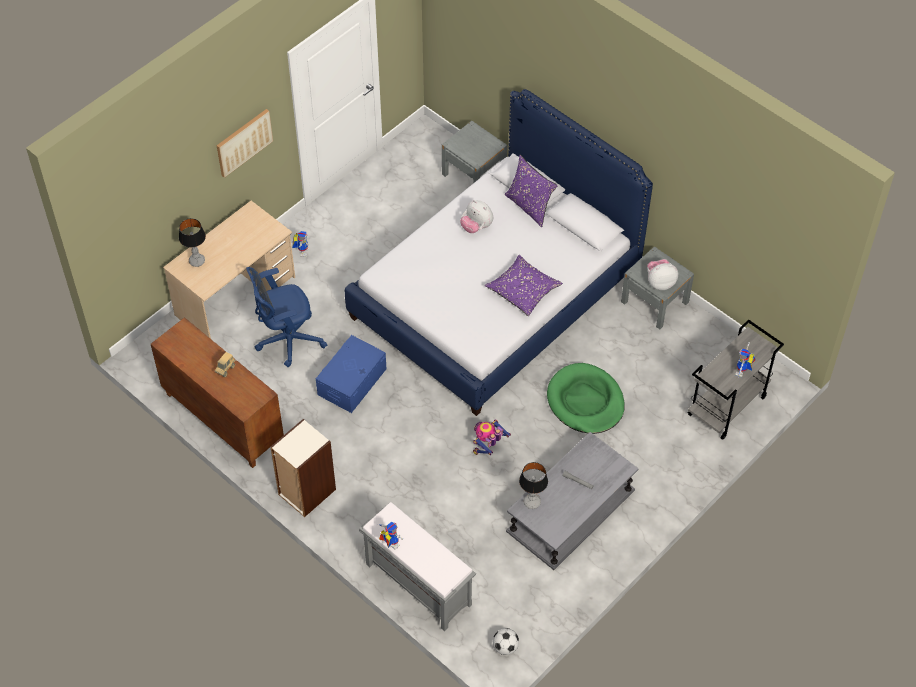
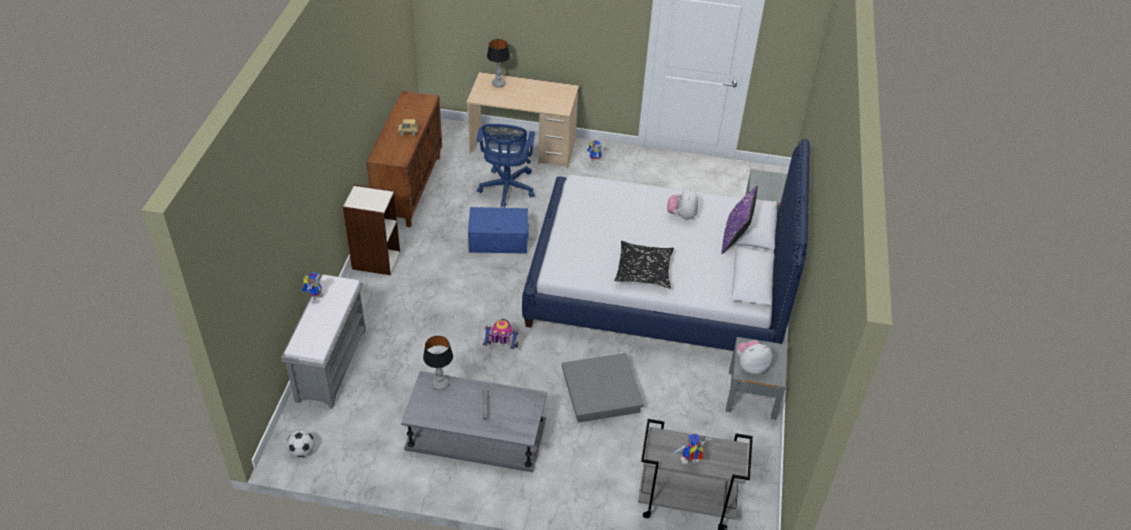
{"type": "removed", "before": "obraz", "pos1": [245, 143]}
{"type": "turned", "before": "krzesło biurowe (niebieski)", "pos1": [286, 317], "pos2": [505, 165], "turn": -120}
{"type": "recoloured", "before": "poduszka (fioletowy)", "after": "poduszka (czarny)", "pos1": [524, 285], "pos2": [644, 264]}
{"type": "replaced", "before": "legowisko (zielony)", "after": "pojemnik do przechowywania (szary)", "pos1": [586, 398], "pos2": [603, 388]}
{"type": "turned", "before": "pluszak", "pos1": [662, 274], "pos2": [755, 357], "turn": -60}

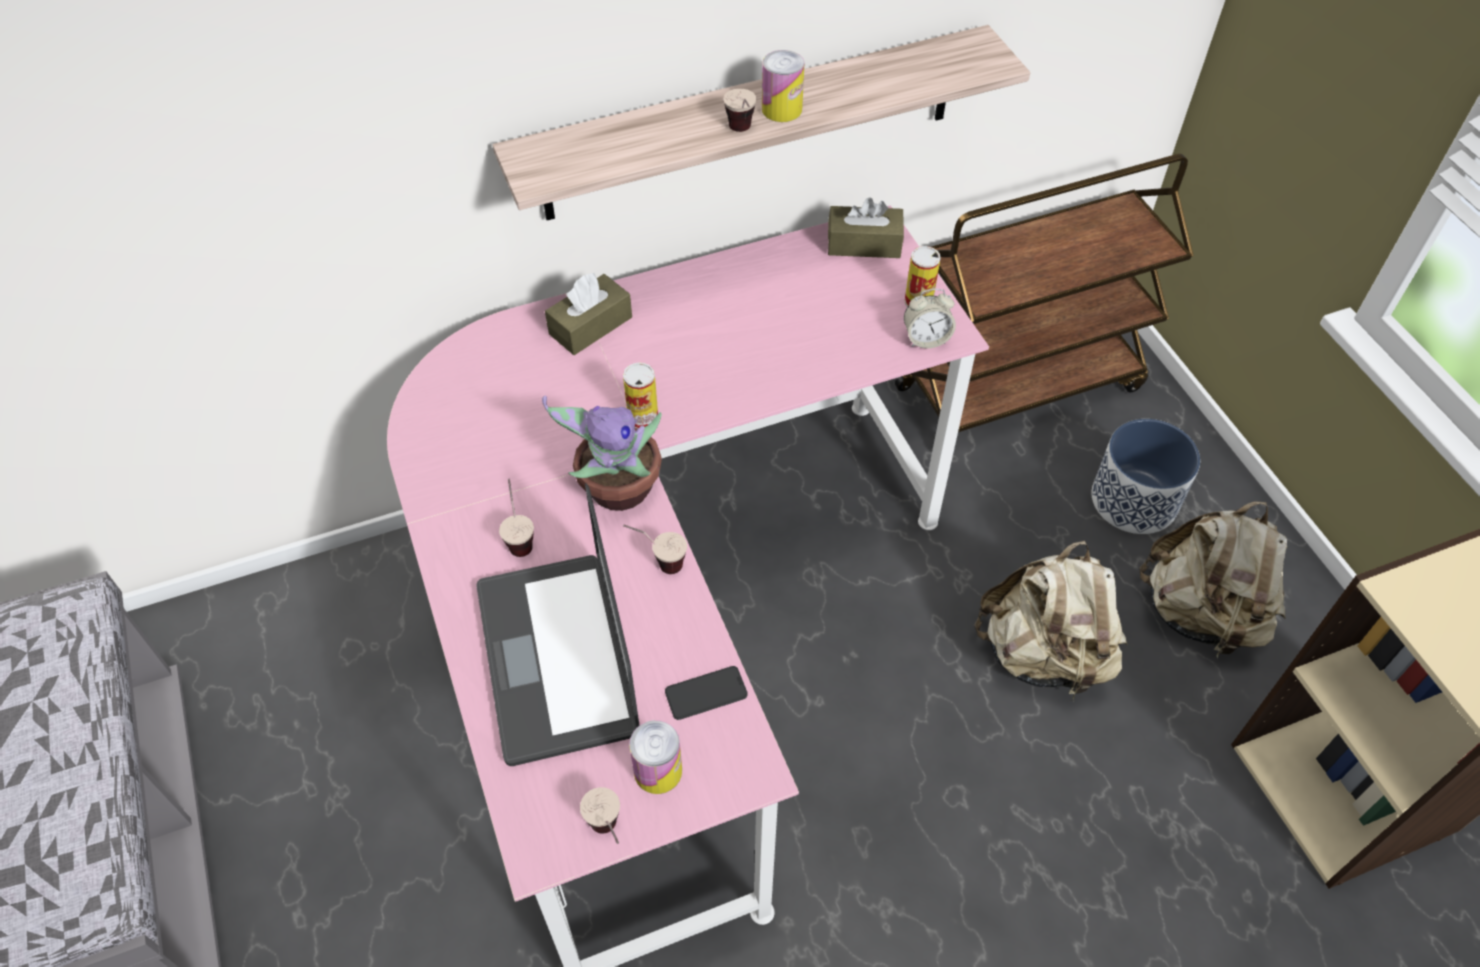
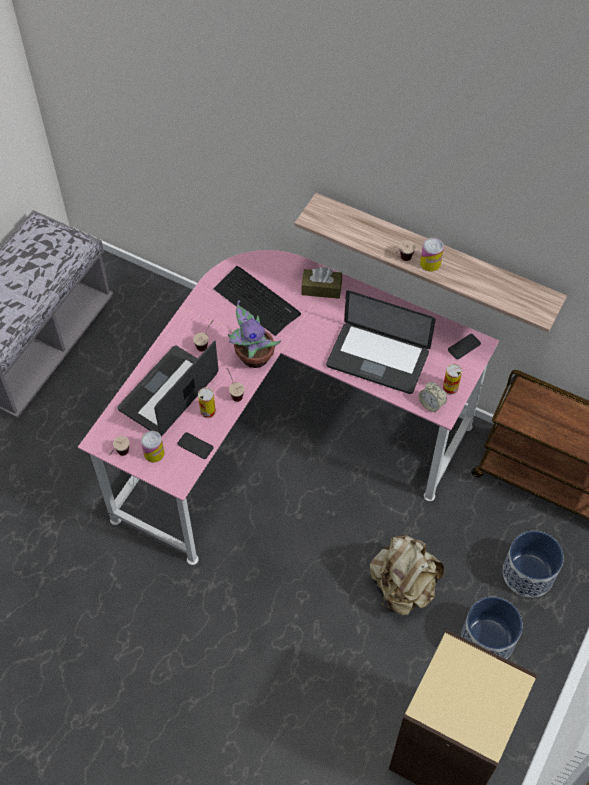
{"type": "moved", "before": "puszka", "pos1": [640, 395], "pos2": [207, 402]}
{"type": "replaced", "before": "pudełko chusteczek (brązowy)", "after": "telefon", "pos1": [866, 227], "pos2": [464, 346]}
{"type": "replaced", "before": "plecak (beżowy)", "after": "donica", "pos1": [1213, 580], "pos2": [492, 628]}
{"type": "added", "after": "klawiatura", "pos2": [257, 301]}
{"type": "added", "after": "laptop", "pos2": [381, 342]}

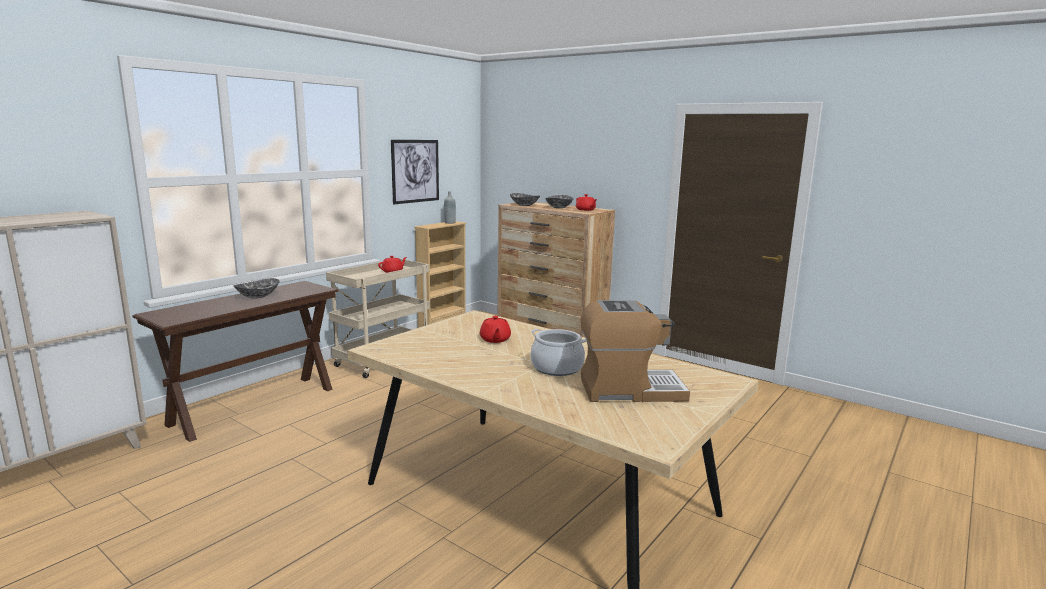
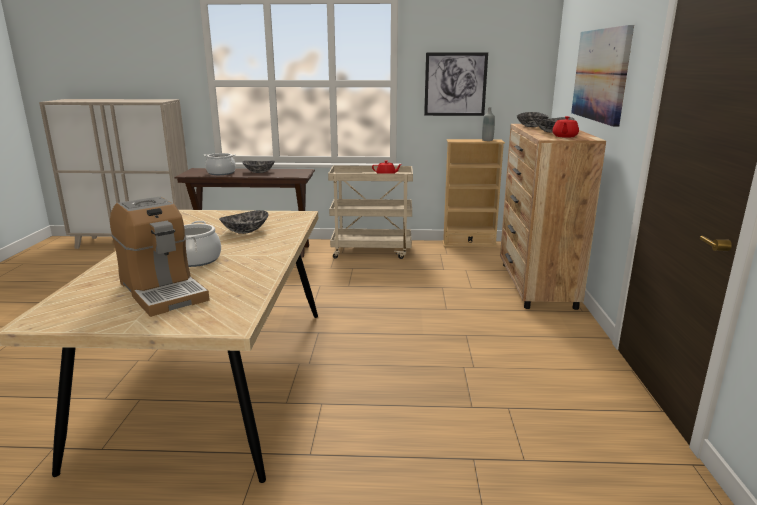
{"type": "replaced", "before": "imbryk (czerwony)", "after": "miska", "pos1": [495, 329], "pos2": [244, 222]}
{"type": "added", "after": "garnek", "pos2": [220, 164]}
{"type": "added", "after": "obraz", "pos2": [602, 76]}

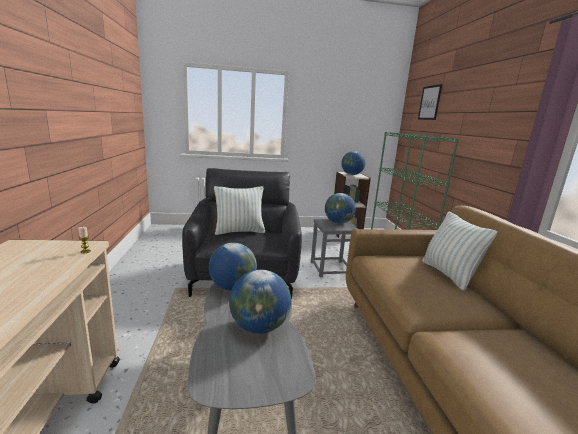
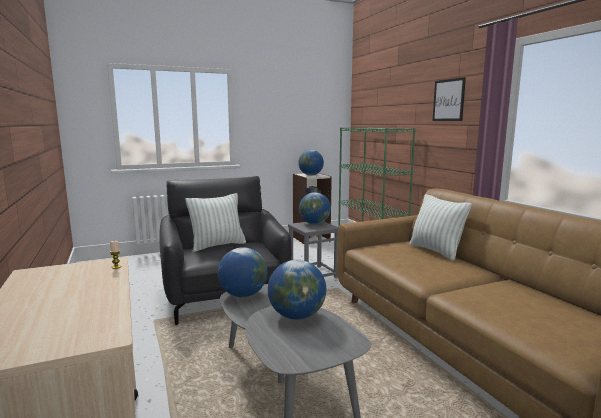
{"type": "moved", "before": "obraz", "pos1": [430, 102], "pos2": [449, 99]}

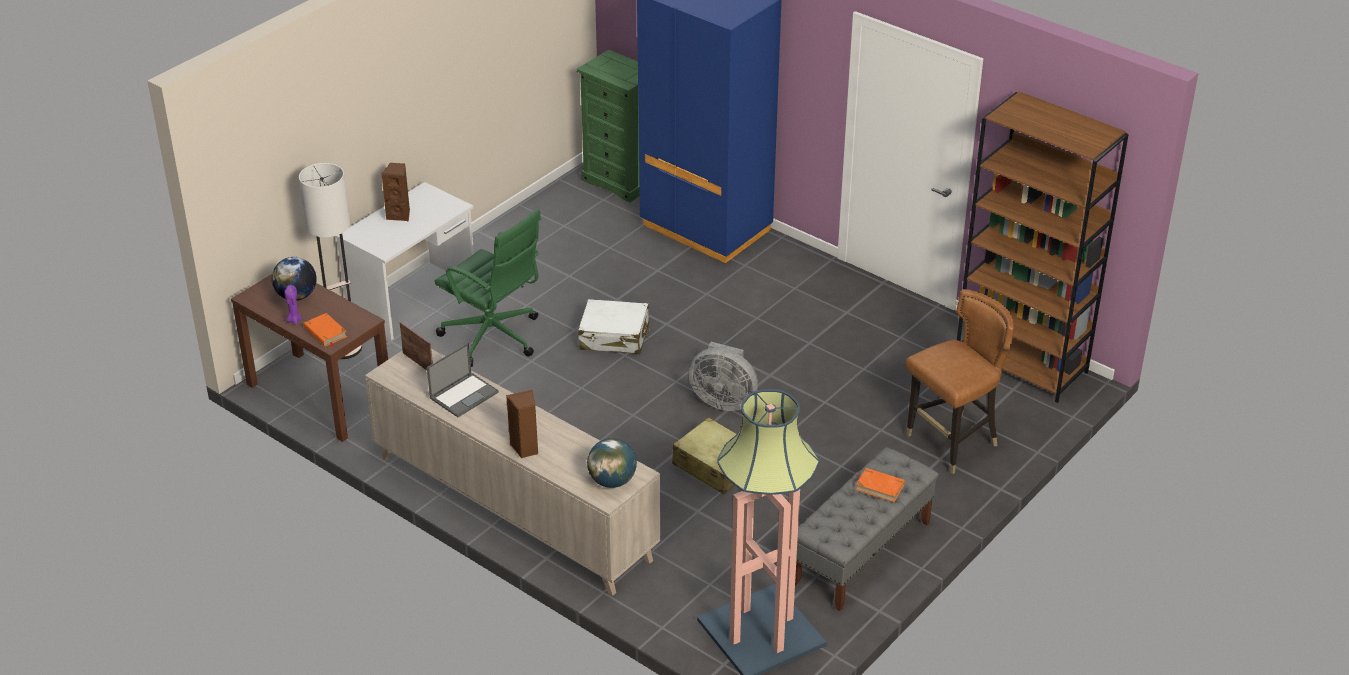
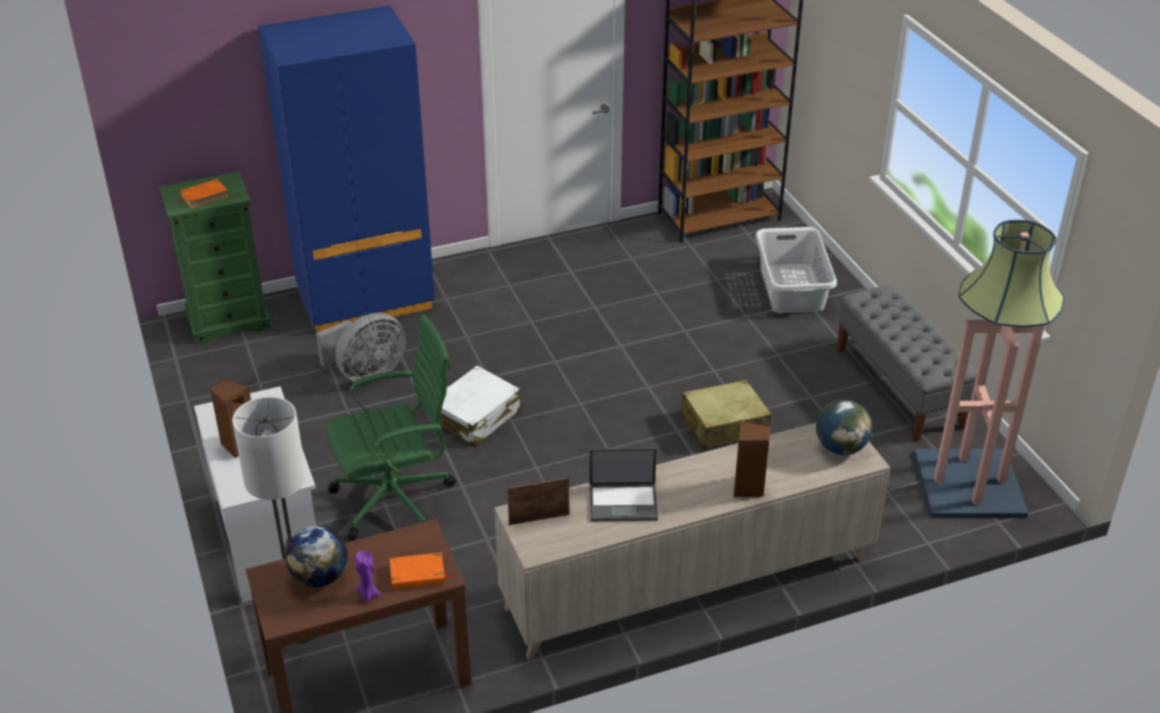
{"type": "turned", "before": "laptop", "pos1": [463, 380], "pos2": [623, 484], "turn": 105}
{"type": "moved", "before": "wentylator (szary)", "pos1": [723, 376], "pos2": [361, 348]}
{"type": "moved", "before": "książka (pomarańczowy)", "pos1": [880, 485], "pos2": [203, 193]}
{"type": "replaced", "before": "krzesło (brązowy)", "after": "kosz na pranie (szary)", "pos1": [960, 381], "pos2": [796, 270]}

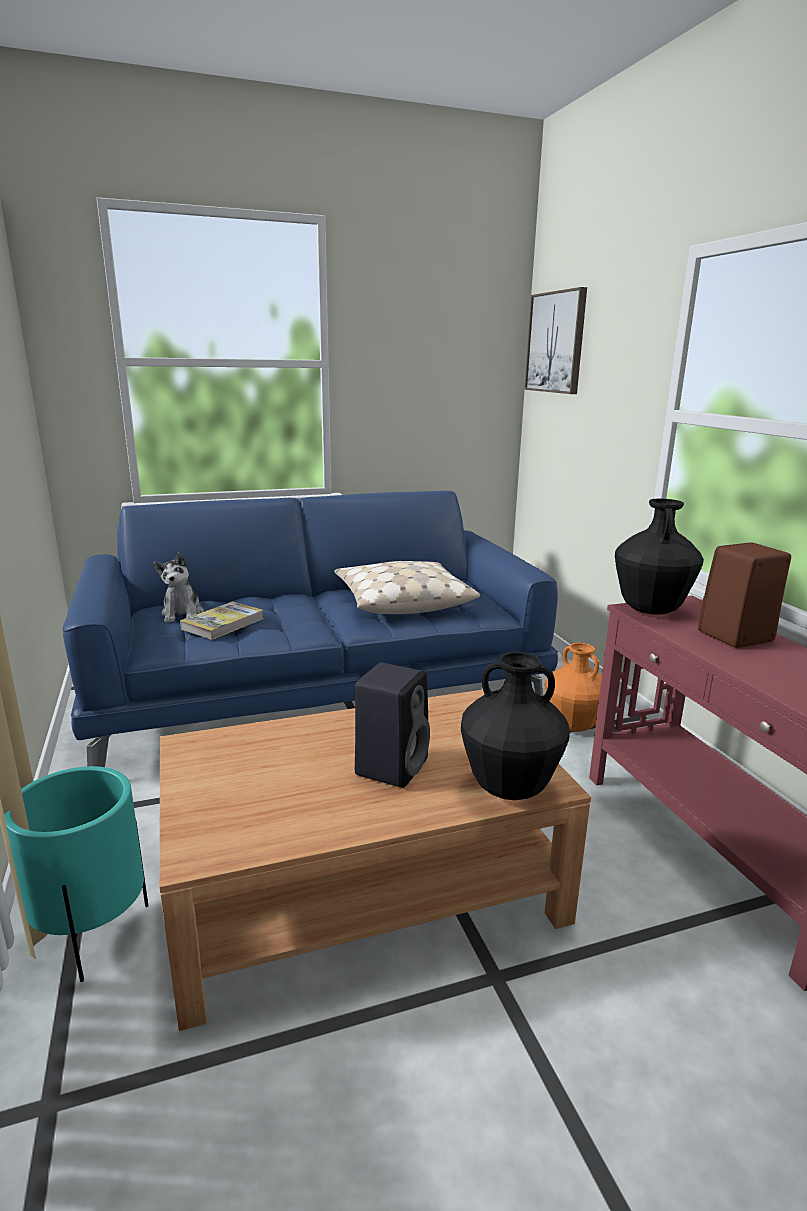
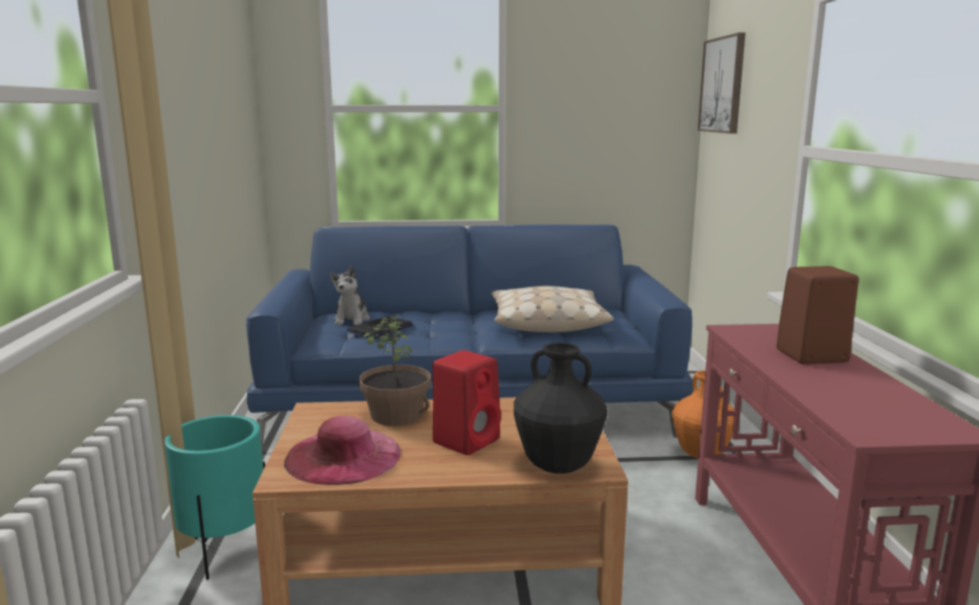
{"type": "replaced", "before": "książka", "after": "laptop", "pos1": [222, 621], "pos2": [380, 327]}
{"type": "recoloured", "before": "głośnik (czarny)", "after": "głośnik (czerwony)", "pos1": [392, 725], "pos2": [467, 402]}
{"type": "removed", "before": "wazon (czarny)", "pos1": [659, 557]}
{"type": "added", "after": "kapelusz (różowy)", "pos2": [342, 450]}
{"type": "added", "after": "roślina doniczkowa", "pos2": [395, 370]}

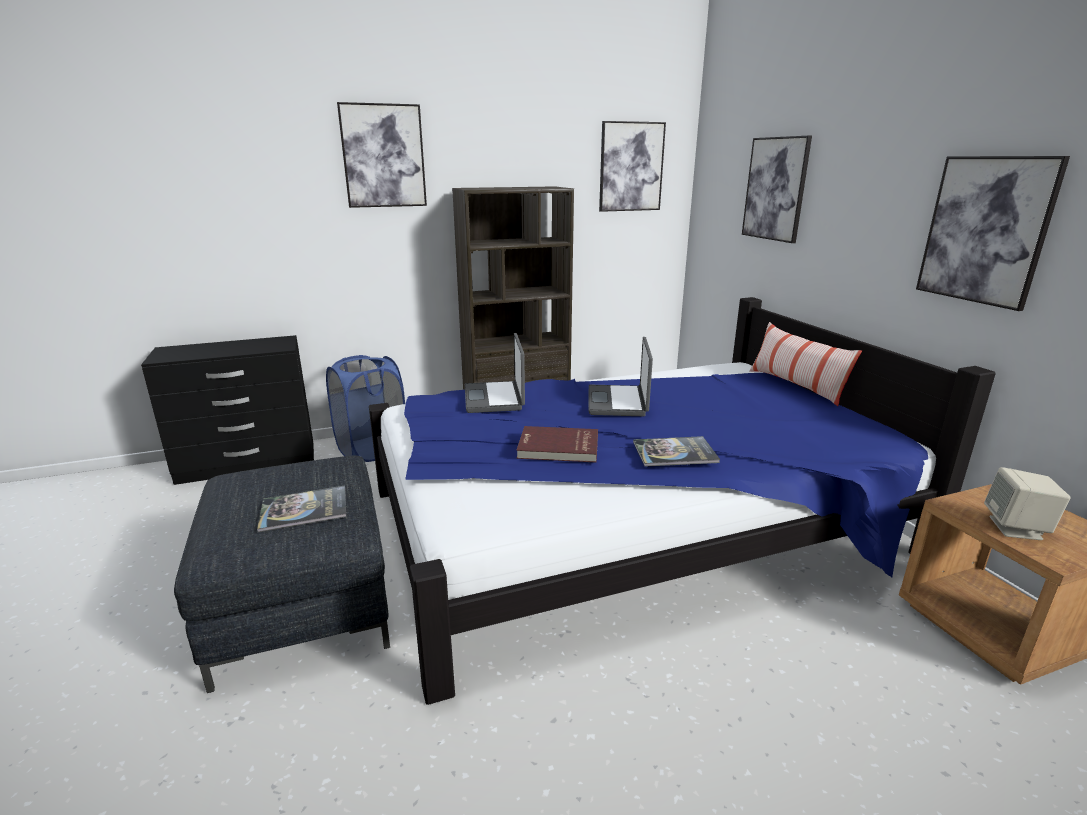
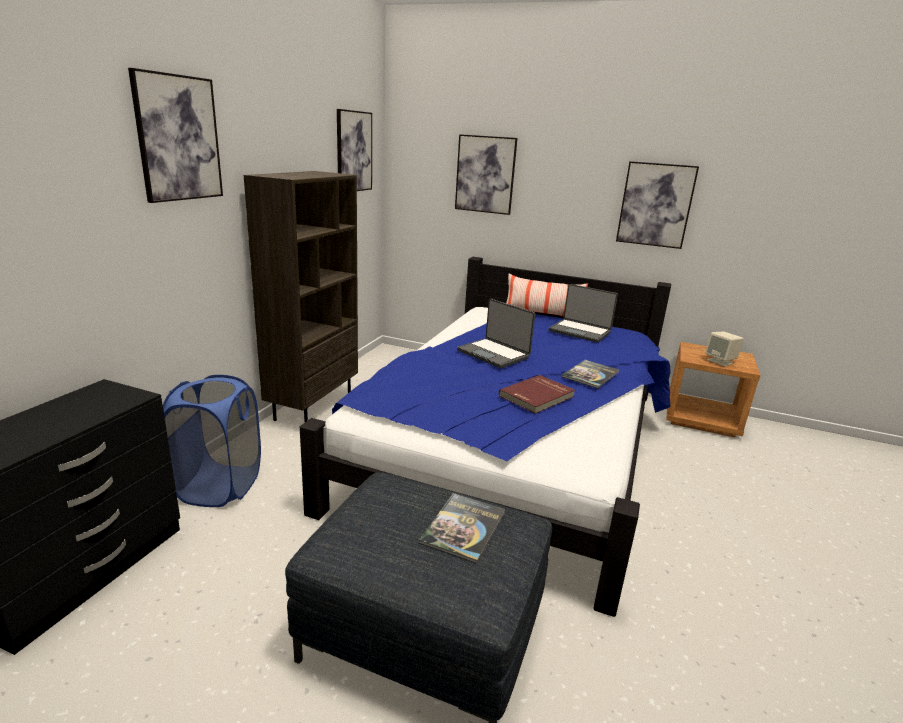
{"type": "moved", "before": "laptop", "pos1": [495, 373], "pos2": [583, 313]}

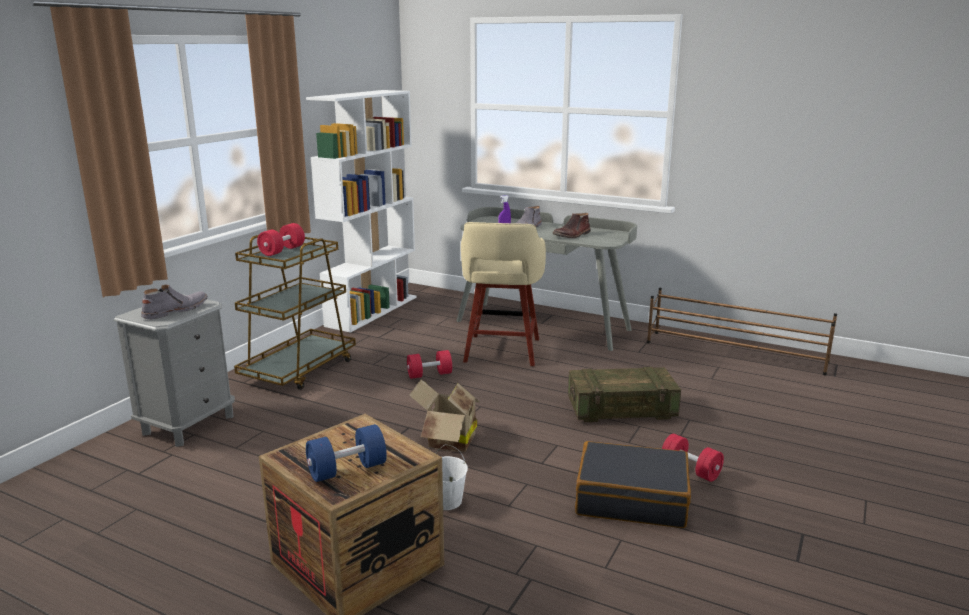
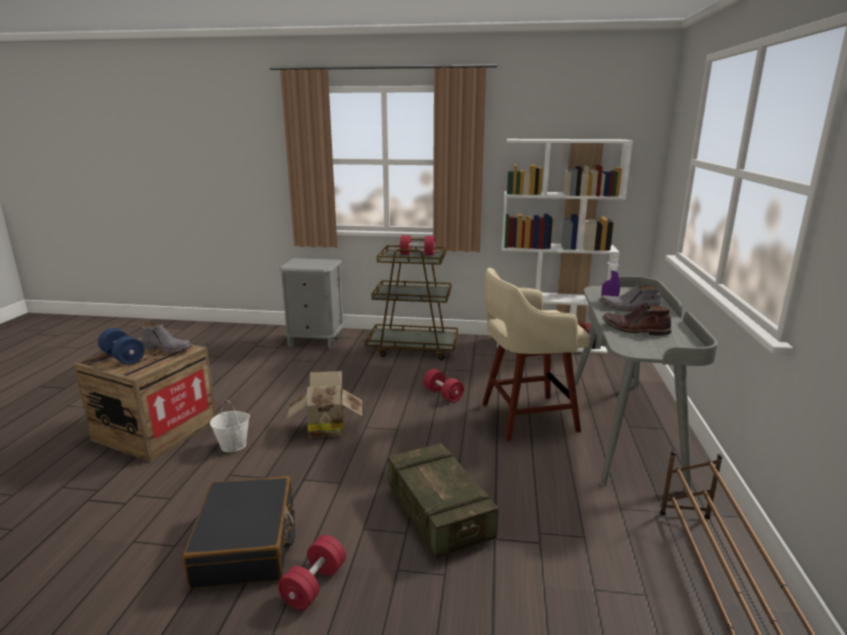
{"type": "moved", "before": "but z cholewką (szary)", "pos1": [174, 302], "pos2": [166, 338]}

